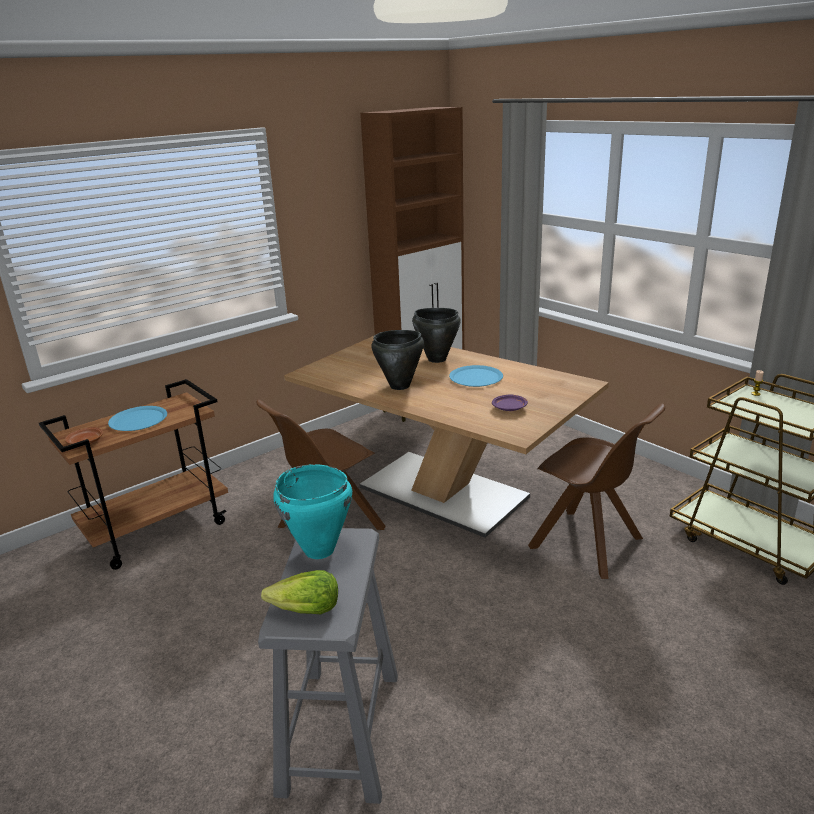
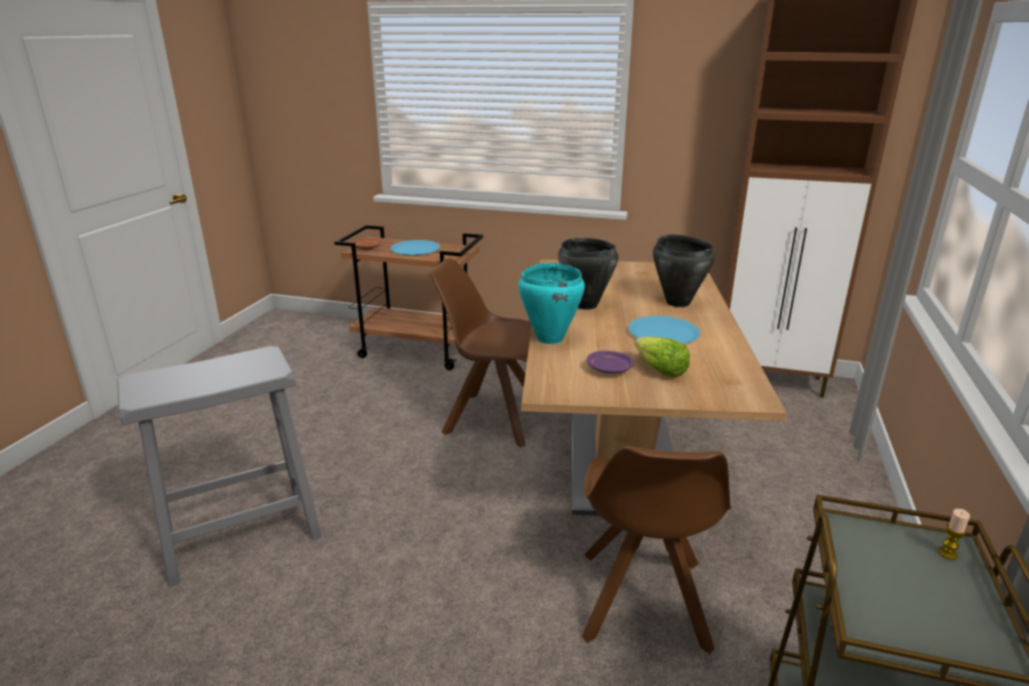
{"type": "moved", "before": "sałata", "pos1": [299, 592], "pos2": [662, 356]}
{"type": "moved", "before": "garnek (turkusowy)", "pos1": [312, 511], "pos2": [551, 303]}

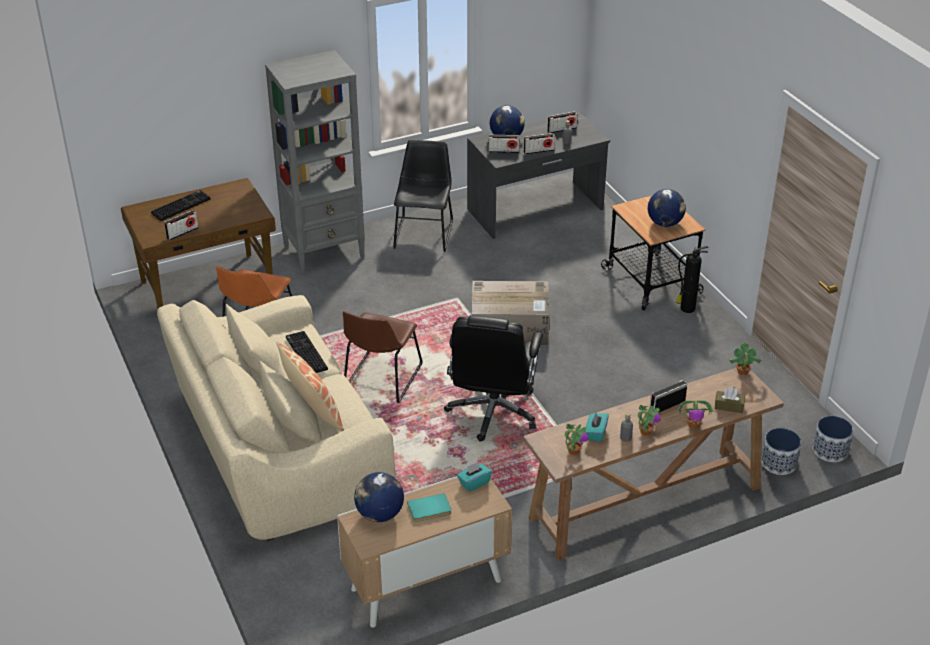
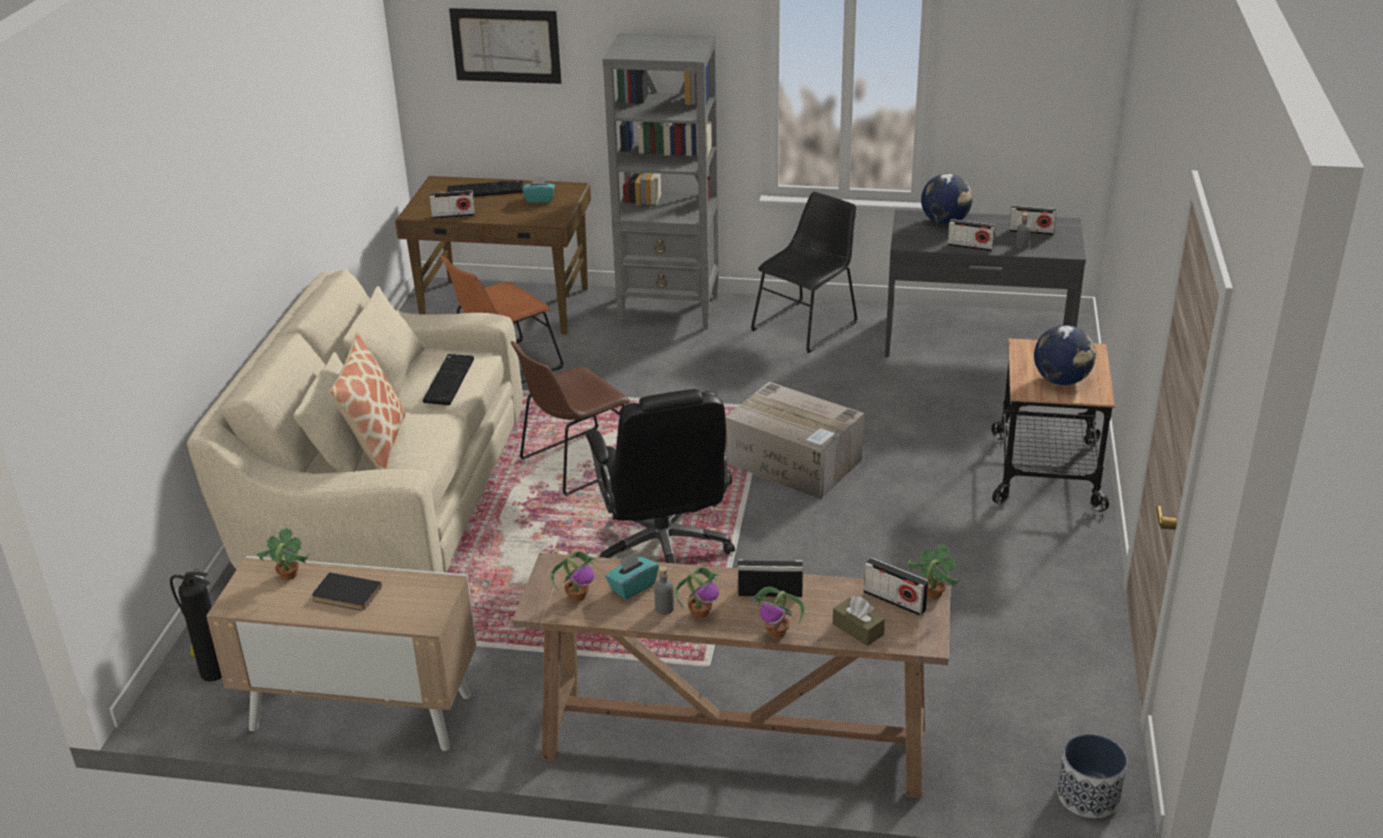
{"type": "replaced", "before": "globus", "after": "roślina doniczkowa", "pos1": [379, 497], "pos2": [284, 553]}
{"type": "recoloured", "before": "książka (turkusowy)", "after": "książka (czarny)", "pos1": [429, 507], "pos2": [347, 591]}
{"type": "turned", "before": "krzesło biurowe (czarny)", "pos1": [493, 378], "pos2": [660, 476], "turn": -60}
{"type": "moved", "before": "pudełko chusteczek (turkusowy)", "pos1": [474, 477], "pos2": [538, 189]}
{"type": "moved", "before": "radio", "pos1": [504, 144], "pos2": [896, 587]}
{"type": "moved", "before": "gaśnica", "pos1": [692, 279], "pos2": [196, 625]}
{"type": "removed", "before": "donica", "pos1": [781, 451]}
{"type": "added", "after": "obraz", "pos2": [505, 46]}

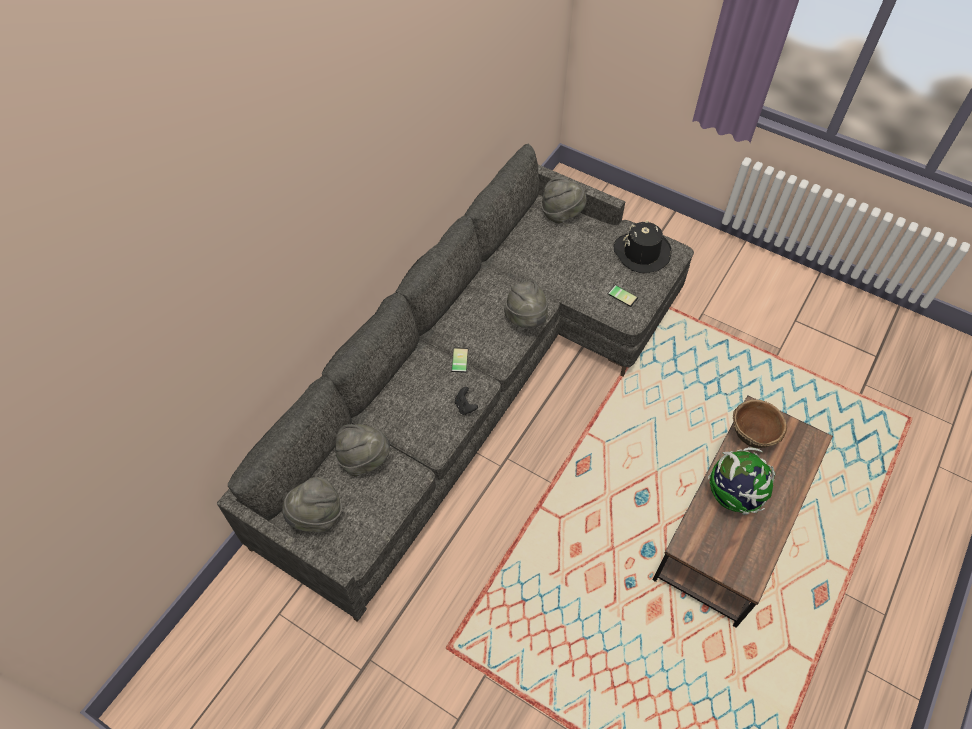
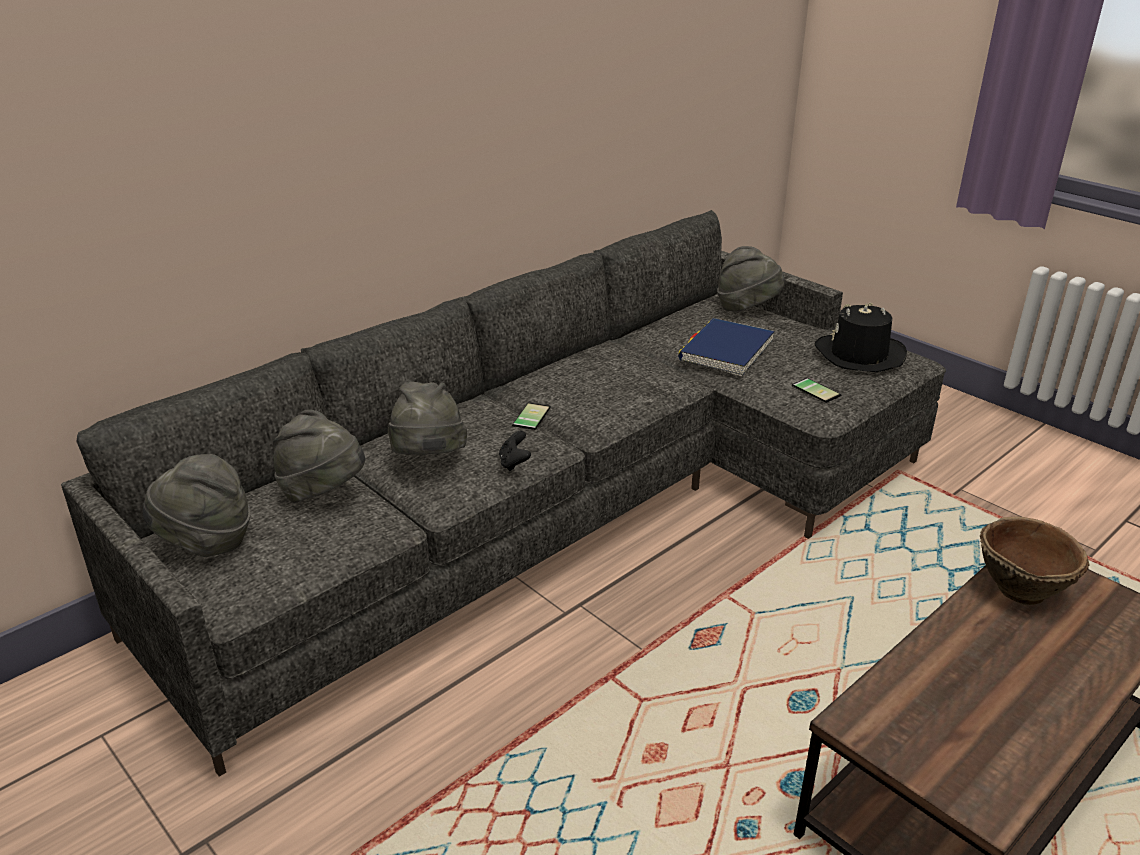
{"type": "moved", "before": "kapelusz (szary)", "pos1": [526, 304], "pos2": [427, 418]}
{"type": "removed", "before": "globus", "pos1": [742, 481]}
{"type": "added", "after": "książka (niebieski)", "pos2": [726, 347]}

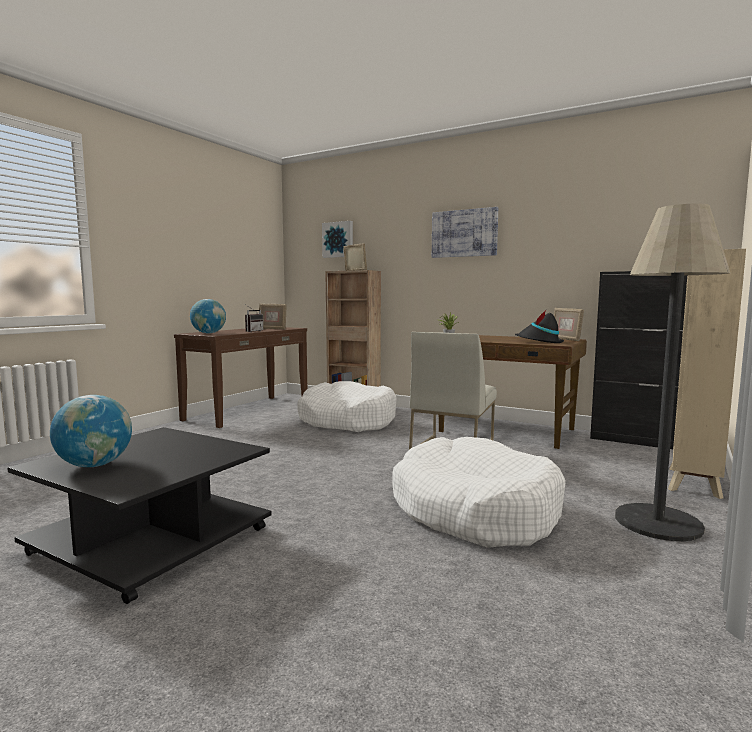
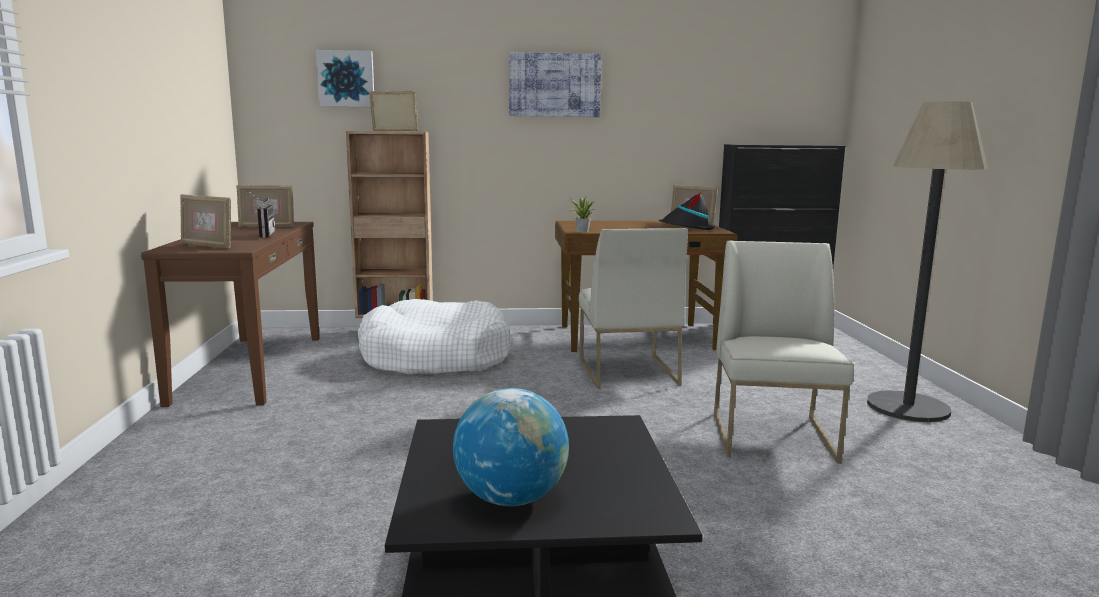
{"type": "replaced", "before": "globus", "after": "ramka na zdjęcie", "pos1": [208, 316], "pos2": [205, 221]}
{"type": "replaced", "before": "legowisko (biały)", "after": "krzesło (biały)", "pos1": [479, 492], "pos2": [784, 352]}
{"type": "removed", "before": "regał (beżowy)", "pos1": [707, 374]}

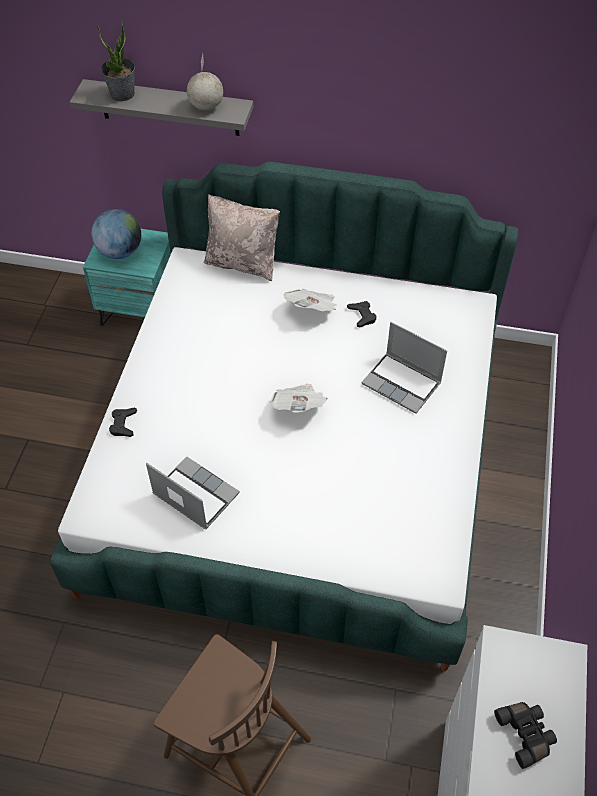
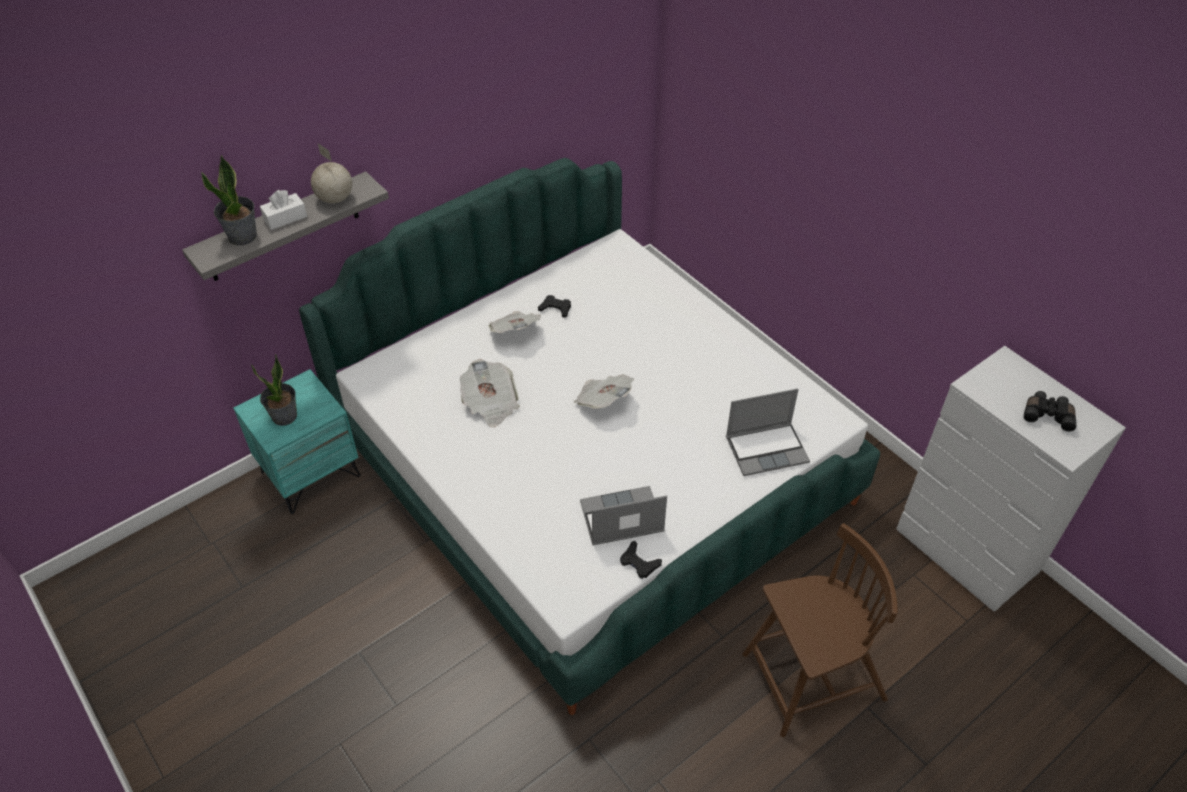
{"type": "replaced", "before": "globus", "after": "roślina doniczkowa", "pos1": [116, 234], "pos2": [274, 390]}
{"type": "moved", "before": "pad do gier (czarny)", "pos1": [123, 422], "pos2": [641, 560]}
{"type": "removed", "before": "poduszka (beżowy)", "pos1": [242, 238]}
{"type": "moved", "before": "laptop", "pos1": [404, 368], "pos2": [768, 432]}
{"type": "added", "after": "pudełko chusteczek (biały)", "pos2": [283, 210]}
{"type": "added", "after": "gazeta", "pos2": [489, 393]}

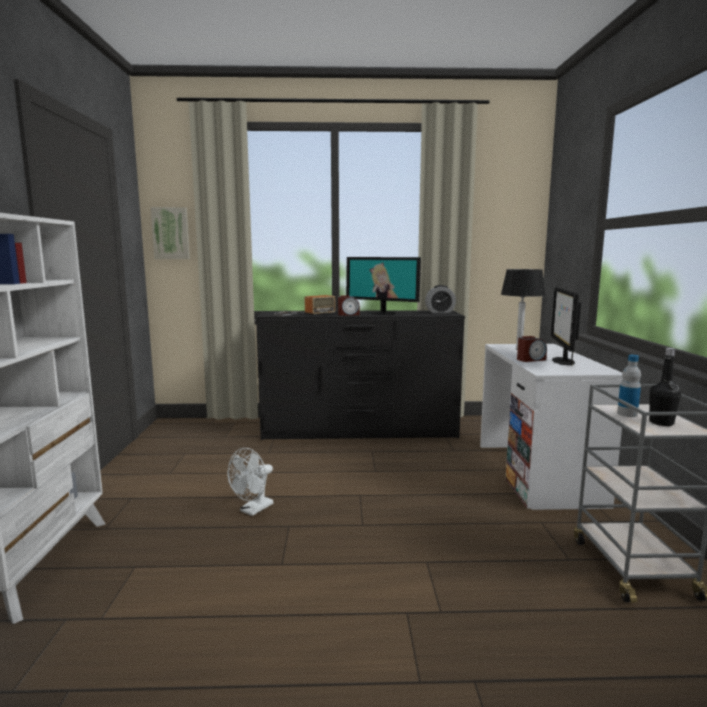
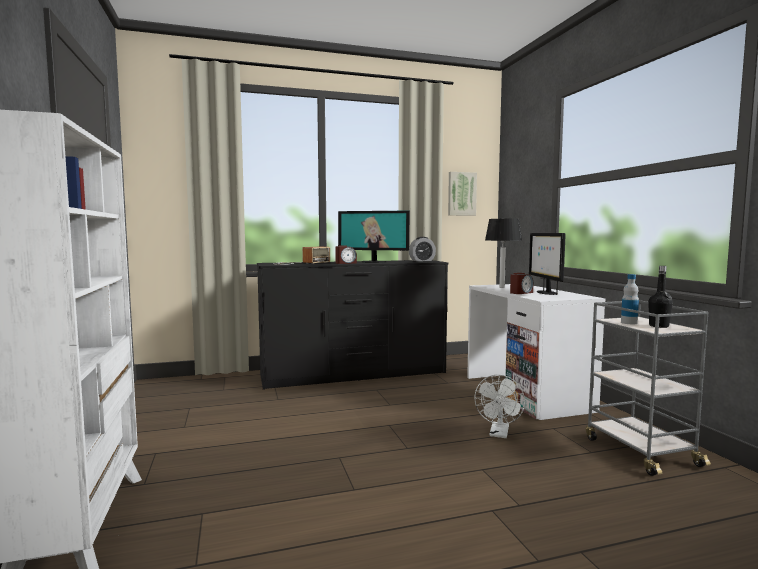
{"type": "moved", "before": "obraz", "pos1": [170, 233], "pos2": [462, 194]}
{"type": "moved", "before": "wentylator (biały)", "pos1": [250, 482], "pos2": [499, 406]}

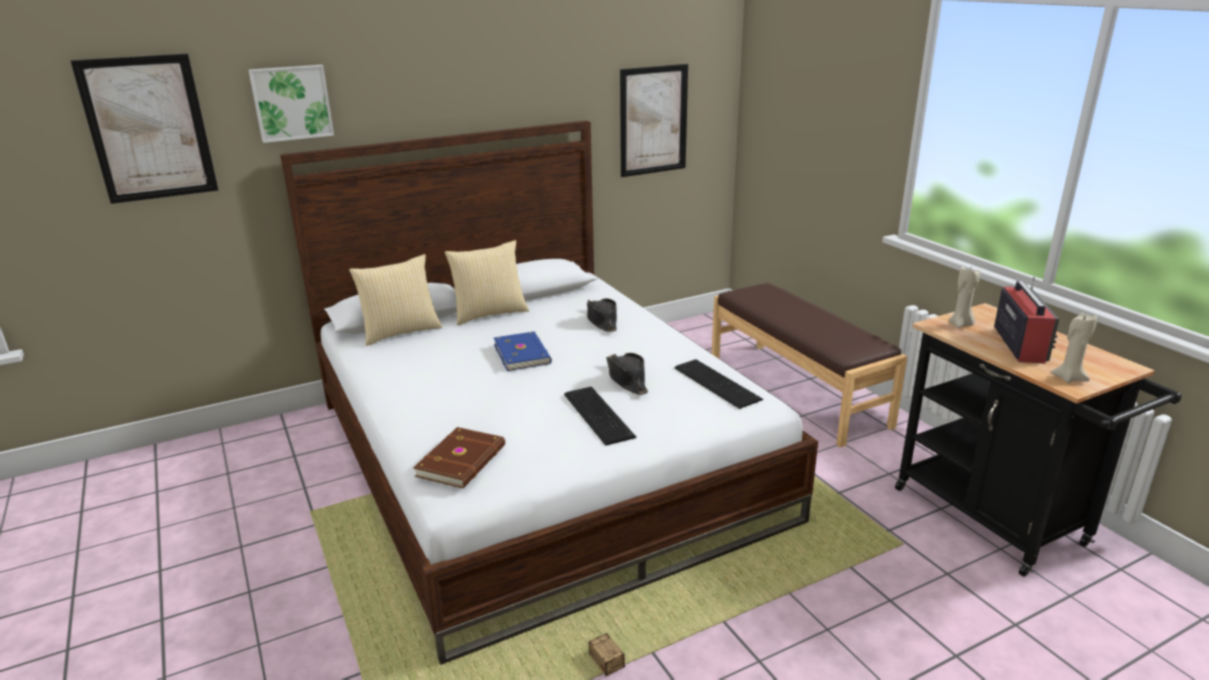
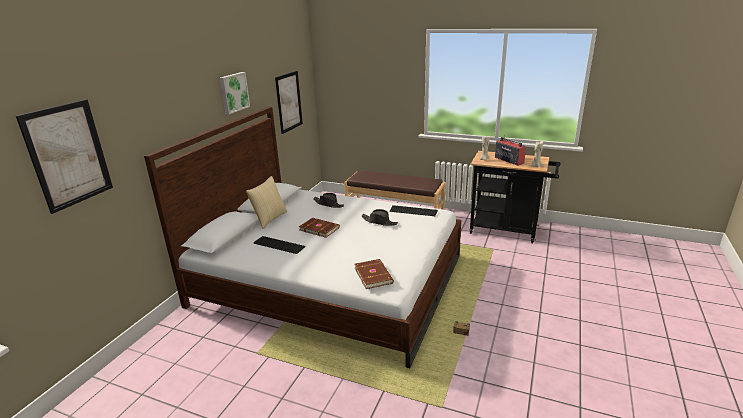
{"type": "moved", "before": "obraz", "pos1": [291, 104], "pos2": [235, 93]}
{"type": "removed", "before": "poduszka", "pos1": [396, 300]}
{"type": "recoloured", "before": "książka (niebieski)", "after": "książka (brązowy)", "pos1": [523, 351], "pos2": [319, 228]}
{"type": "moved", "before": "klawiatura", "pos1": [600, 416], "pos2": [280, 245]}

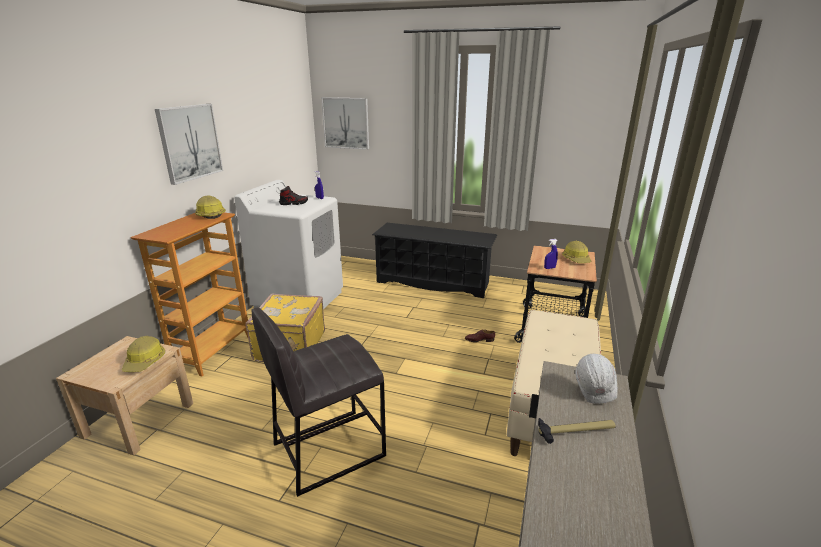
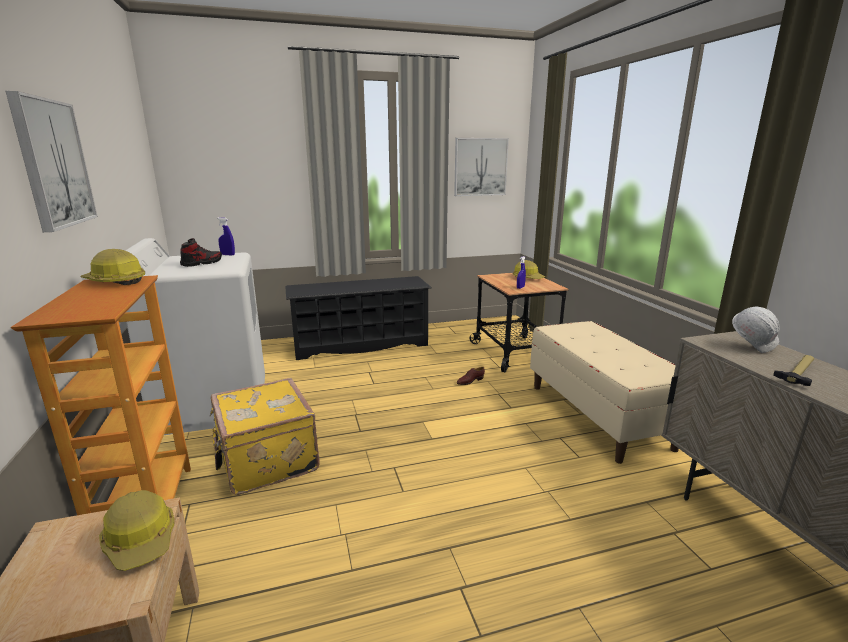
{"type": "removed", "before": "stołek (szary)", "pos1": [318, 402]}
{"type": "moved", "before": "obraz", "pos1": [345, 123], "pos2": [481, 167]}

